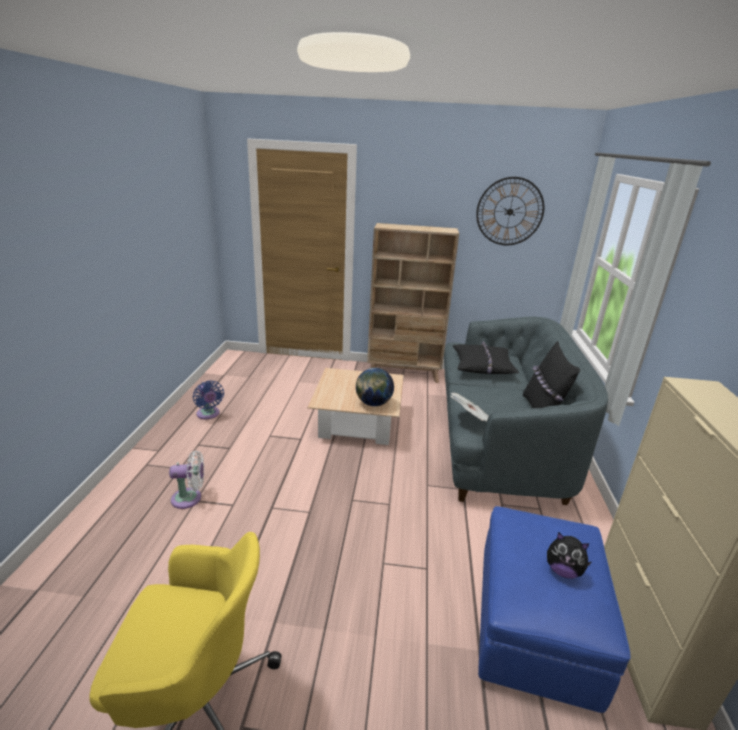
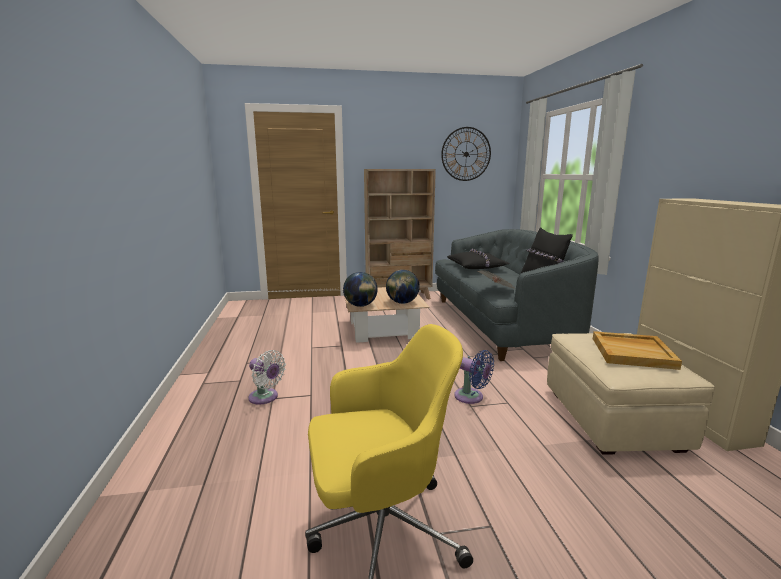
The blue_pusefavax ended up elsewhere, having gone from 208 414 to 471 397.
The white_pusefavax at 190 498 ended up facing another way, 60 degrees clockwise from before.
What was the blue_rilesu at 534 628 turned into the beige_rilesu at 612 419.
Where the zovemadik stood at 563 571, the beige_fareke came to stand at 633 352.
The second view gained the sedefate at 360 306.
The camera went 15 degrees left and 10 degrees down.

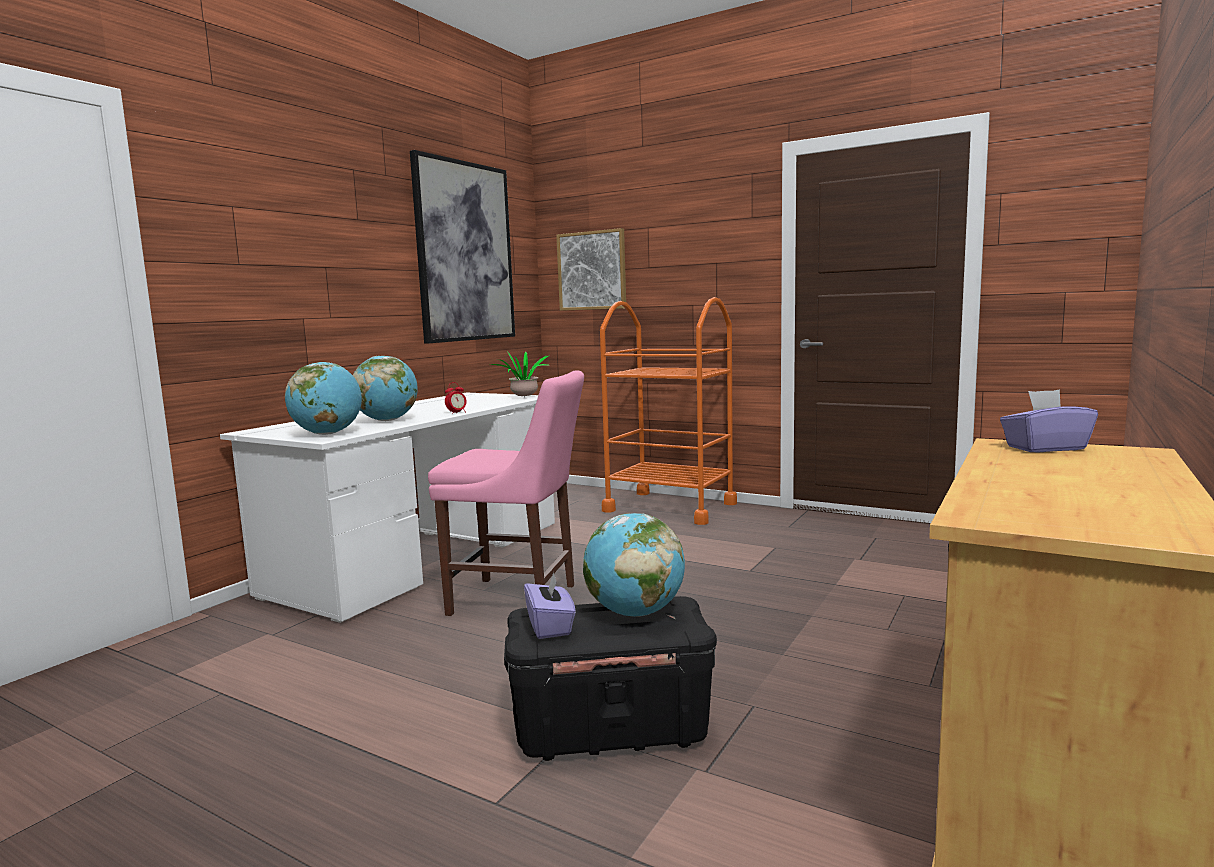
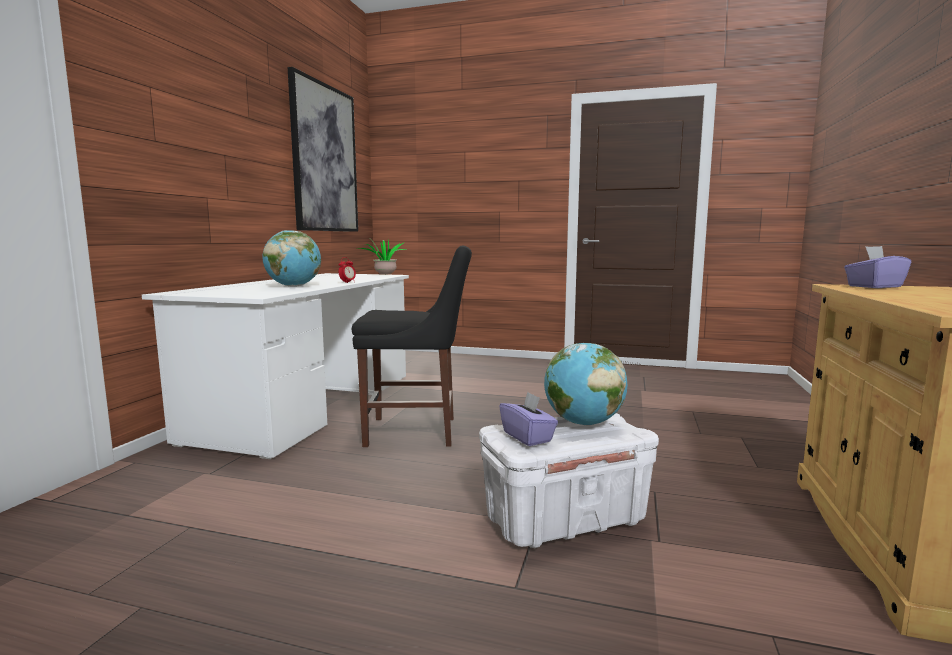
The second view lost the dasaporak at 592 270.
The second view lost the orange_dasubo at 670 507.
The second view lost the sedefate at 328 434.
What was the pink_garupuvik at 519 600 turned into the black_garupuvik at 417 432.
What was the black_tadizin at 610 730 turned into the white_tadizin at 564 520.
The camera went 15 degrees left and 0 degrees up.

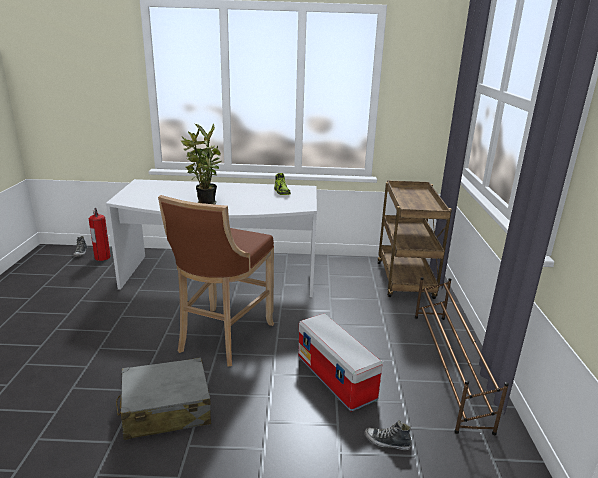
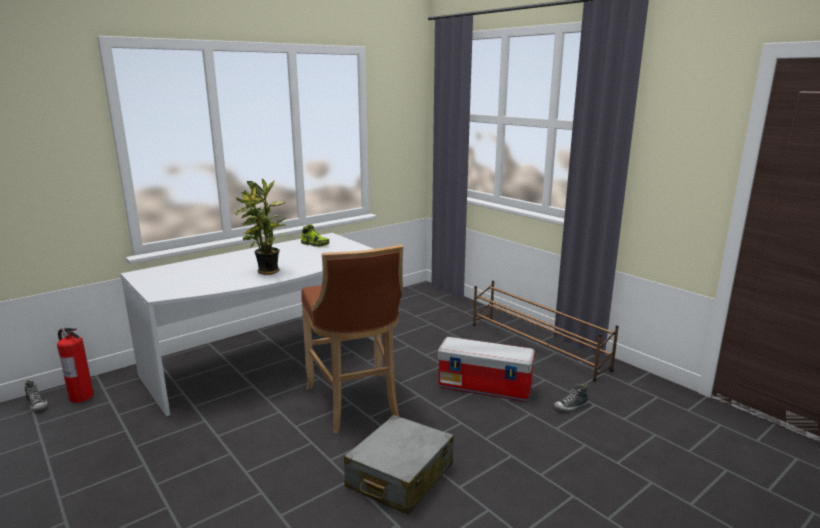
The second view lost the brown_dasubo at 406 281.
The camera went 40 degrees left and 5 degrees down.

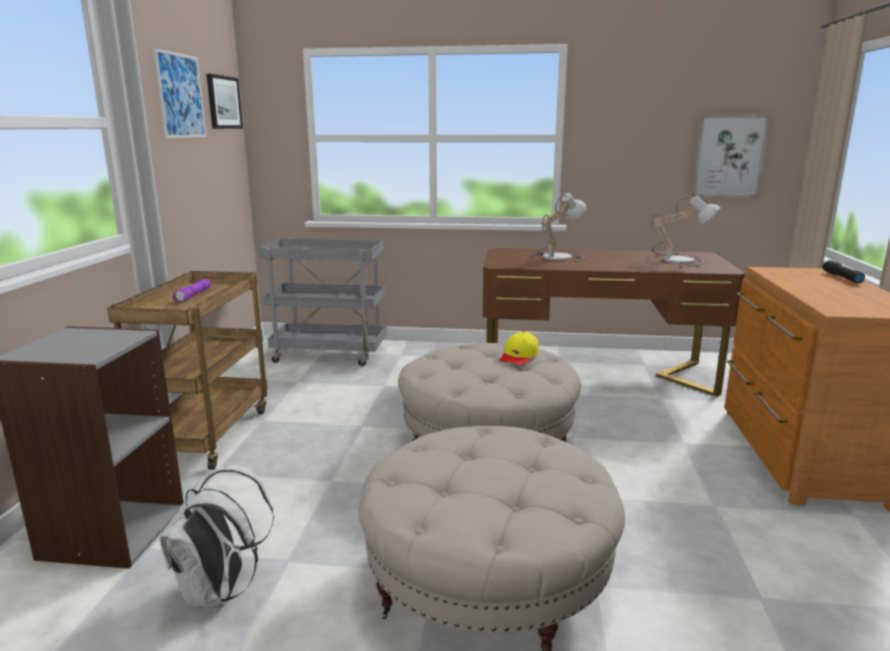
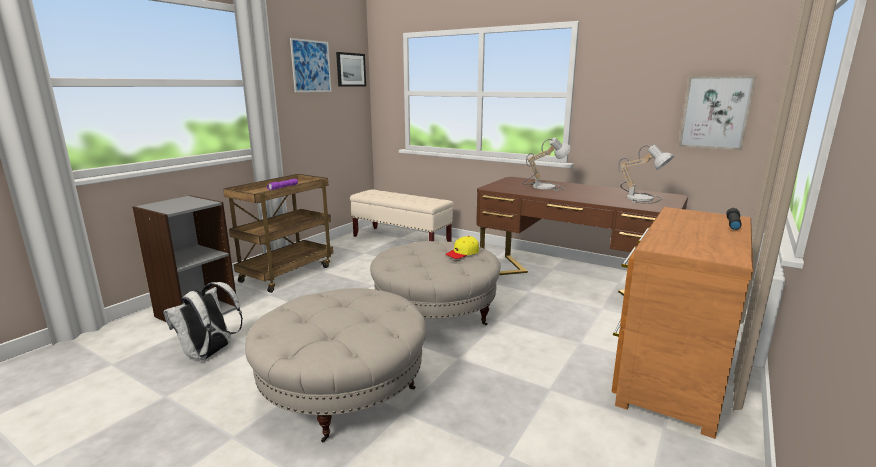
Where the grey_dasubo stood at 331 354, the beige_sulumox came to stand at 401 240.
The camera went 25 degrees right and 0 degrees up.

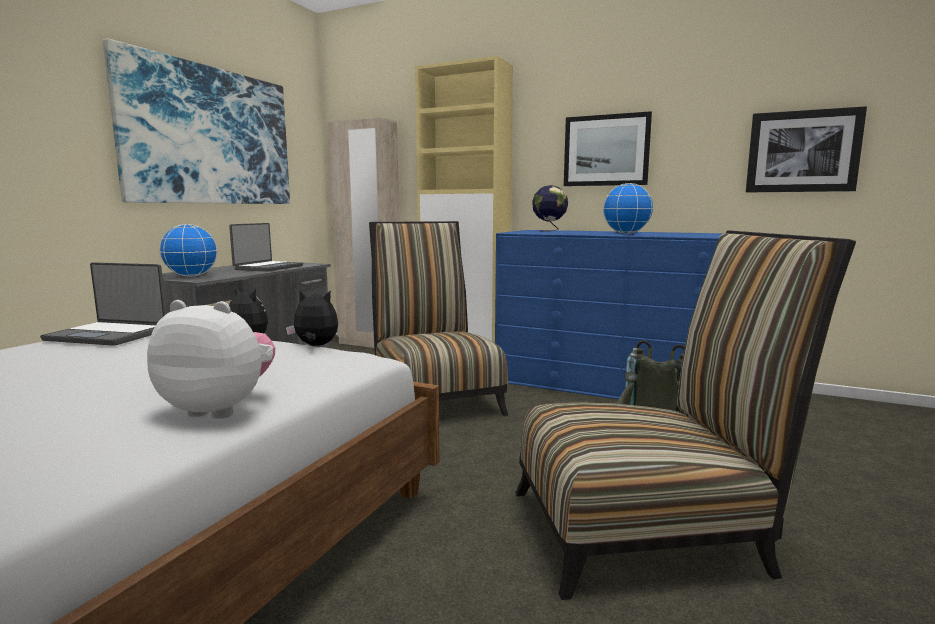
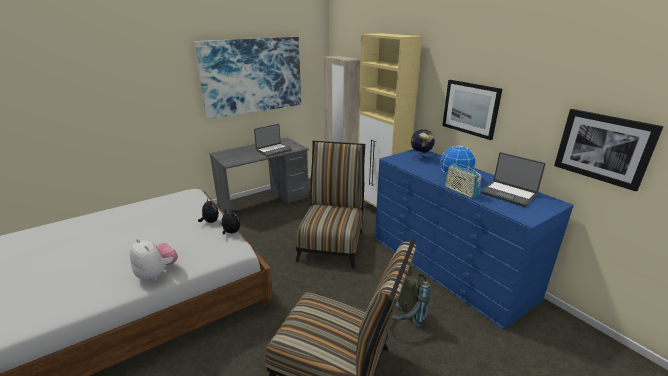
The second view lost the sedefate at 191 276.
The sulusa ended up elsewhere, having gone from 109 335 to 508 194.
The second view gained the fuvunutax at 460 191.
The camera went 30 degrees right and 15 degrees up.

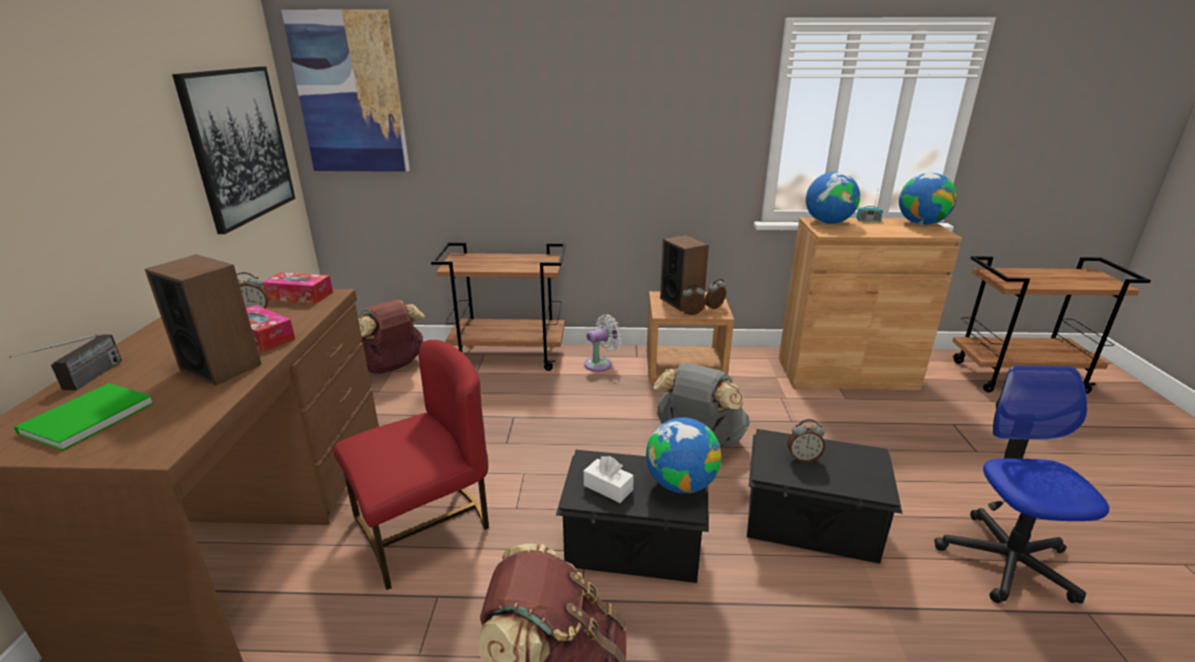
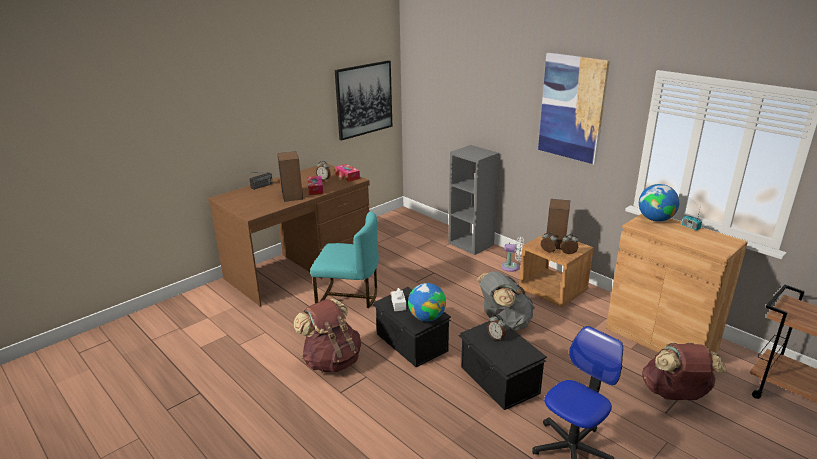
The dasaporak ended up elsewhere, having gone from 350 94 to 572 107.
The second view lost the sedefate at 921 223.
Where the brown_dasubo stood at 510 355, the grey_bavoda came to stand at 471 244.
The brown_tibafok ended up elsewhere, having gone from 390 368 to 675 395.
What was the red_garupuvik at 425 528 turned into the turquoise_garupuvik at 348 296.
The second view lost the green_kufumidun at 83 419.
The camera went 45 degrees right and 0 degrees up.

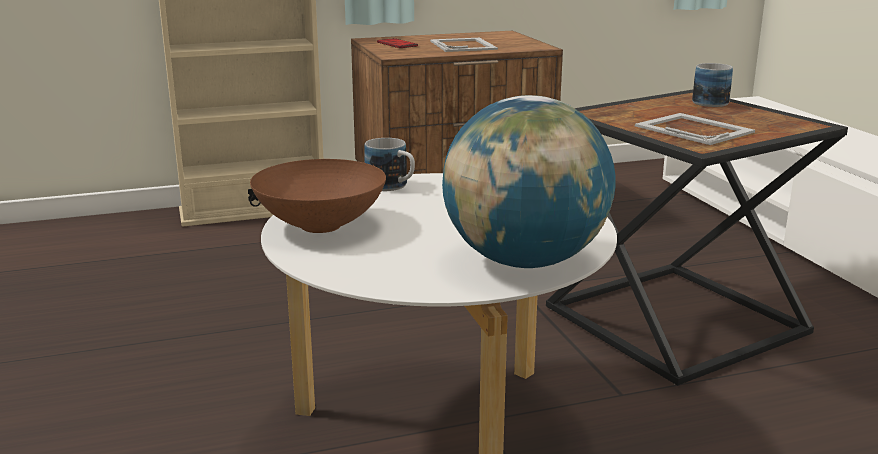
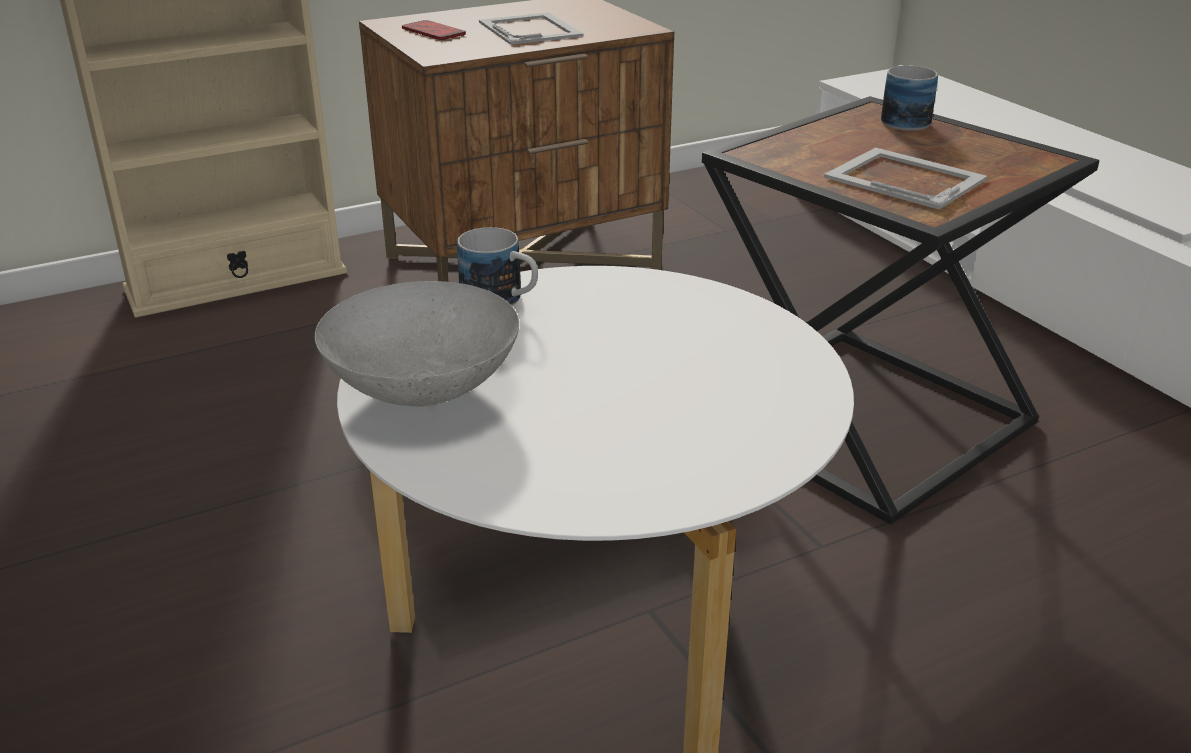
The second view lost the sedefate at 525 261.
What was the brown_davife at 318 226 turned into the grey_davife at 420 391.
The camera went 10 degrees left and 10 degrees up.

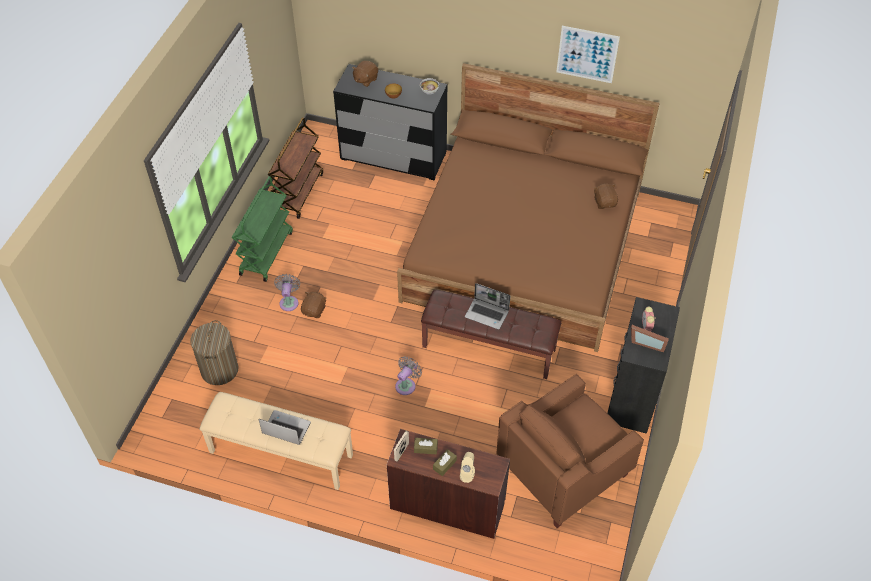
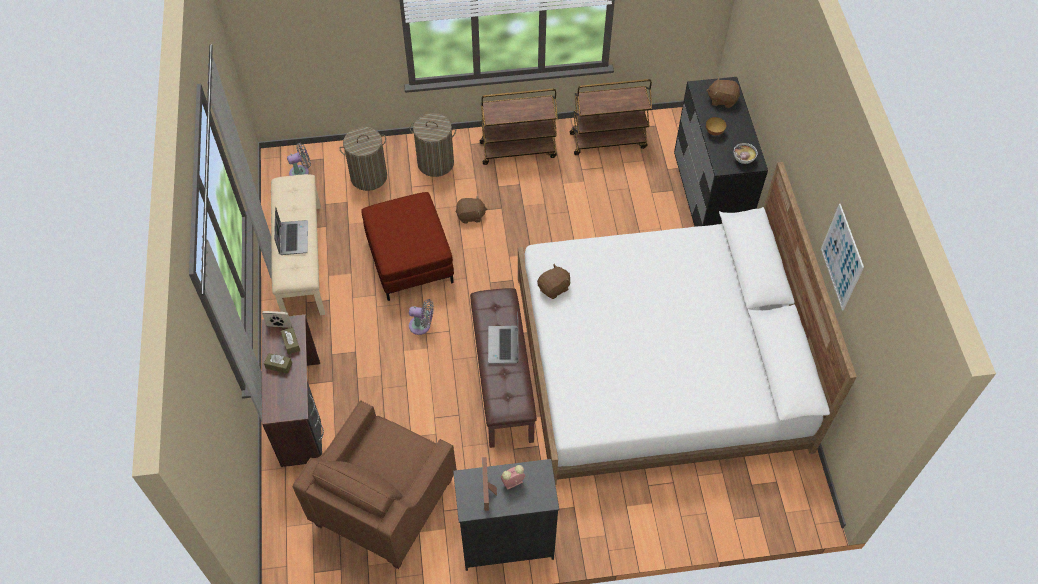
What was the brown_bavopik at 524 245 turned into the white_bavopik at 660 362.
What was the green_dasubo at 266 252 turned into the brown_dasubo at 518 149.
The brown_zovemadik ended up elsewhere, having gone from 605 202 to 554 288.
The grey_pusefavax ended up elsewhere, having gone from 289 301 to 301 172.
The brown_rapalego at 563 470 ended up facing another way, 90 degrees counterclockwise from before.
The second view lost the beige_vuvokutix at 467 472.
The second view gained the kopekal at 435 163.
The second view gained the red_rilesu at 409 259.
The camera went 65 degrees right and 5 degrees up.

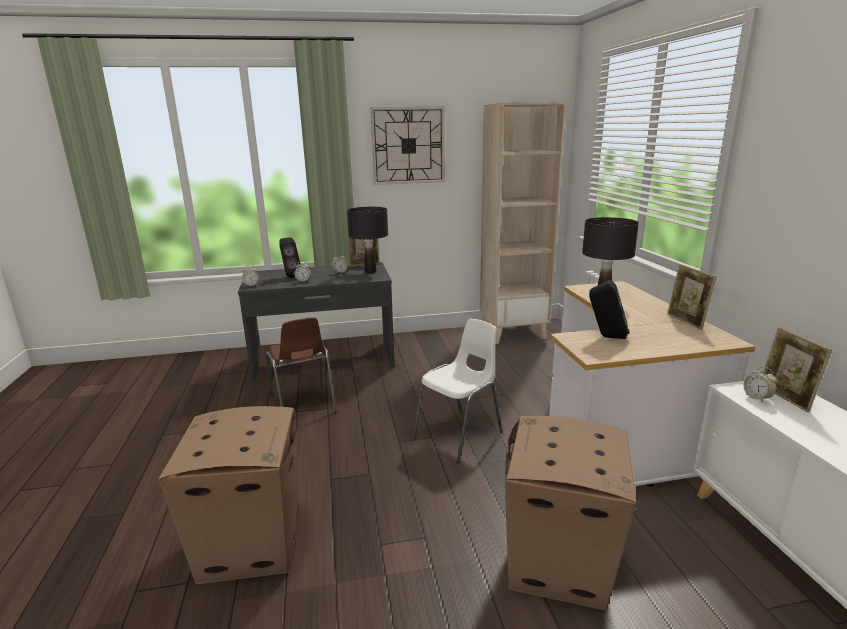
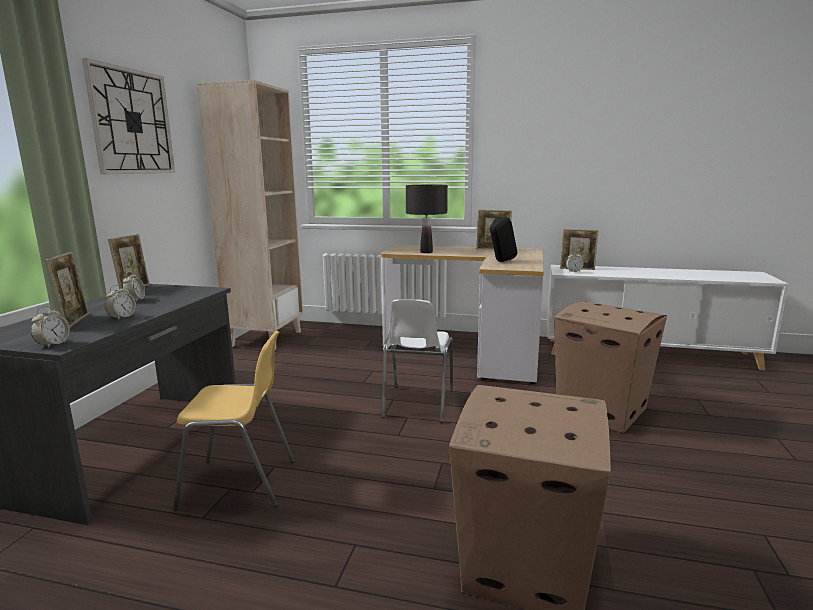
The second view lost the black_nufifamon at 370 271.
Where the black_vuvokutix stood at 290 276, the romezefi came to stand at 75 321.
What was the brown_garupuvik at 303 404 turned into the yellow_garupuvik at 240 483.
The white_garupuvik at 459 435 ended up facing another way, 150 degrees counterclockwise from before.
The camera went 65 degrees left and 5 degrees down.

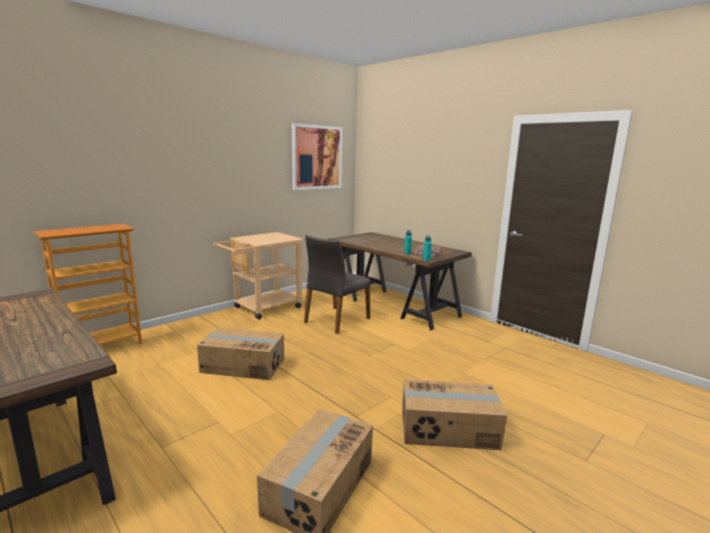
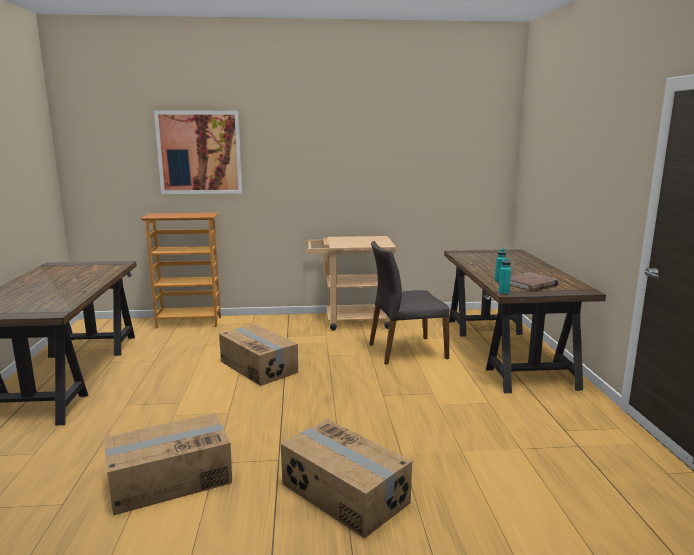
The dasaporak ended up elsewhere, having gone from 317 157 to 199 152.
The camera went 40 degrees right and 0 degrees up.

